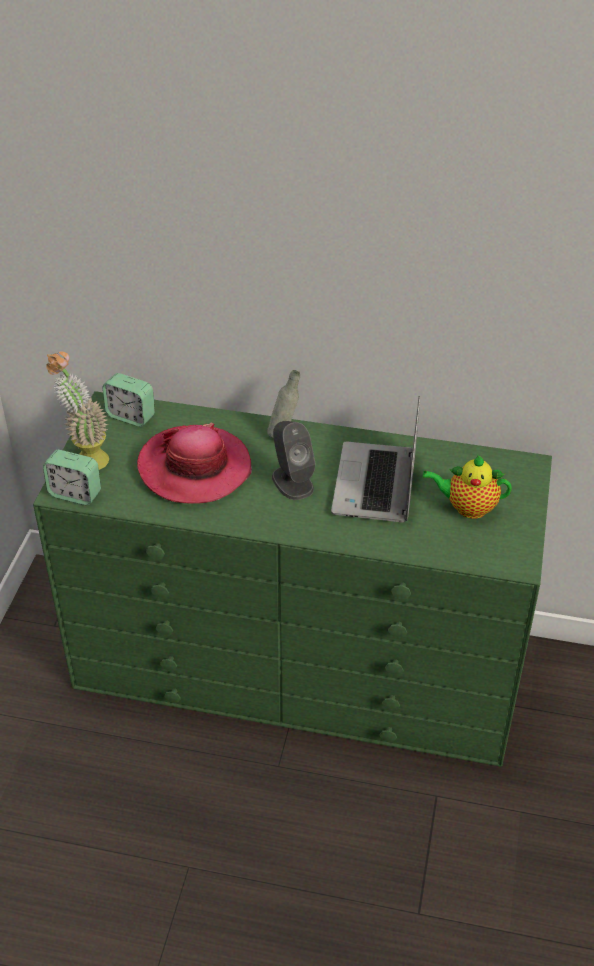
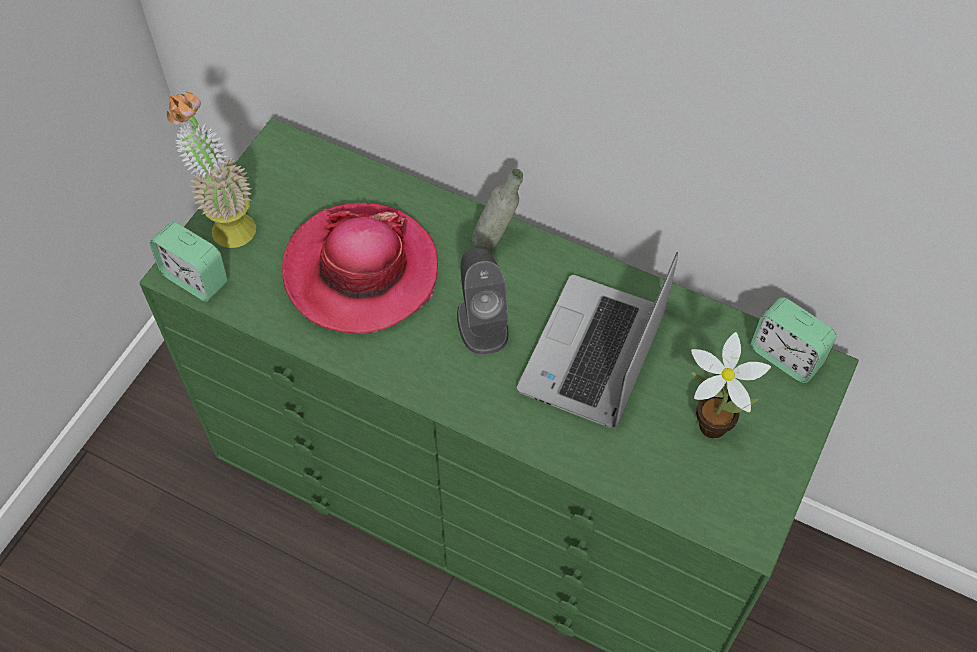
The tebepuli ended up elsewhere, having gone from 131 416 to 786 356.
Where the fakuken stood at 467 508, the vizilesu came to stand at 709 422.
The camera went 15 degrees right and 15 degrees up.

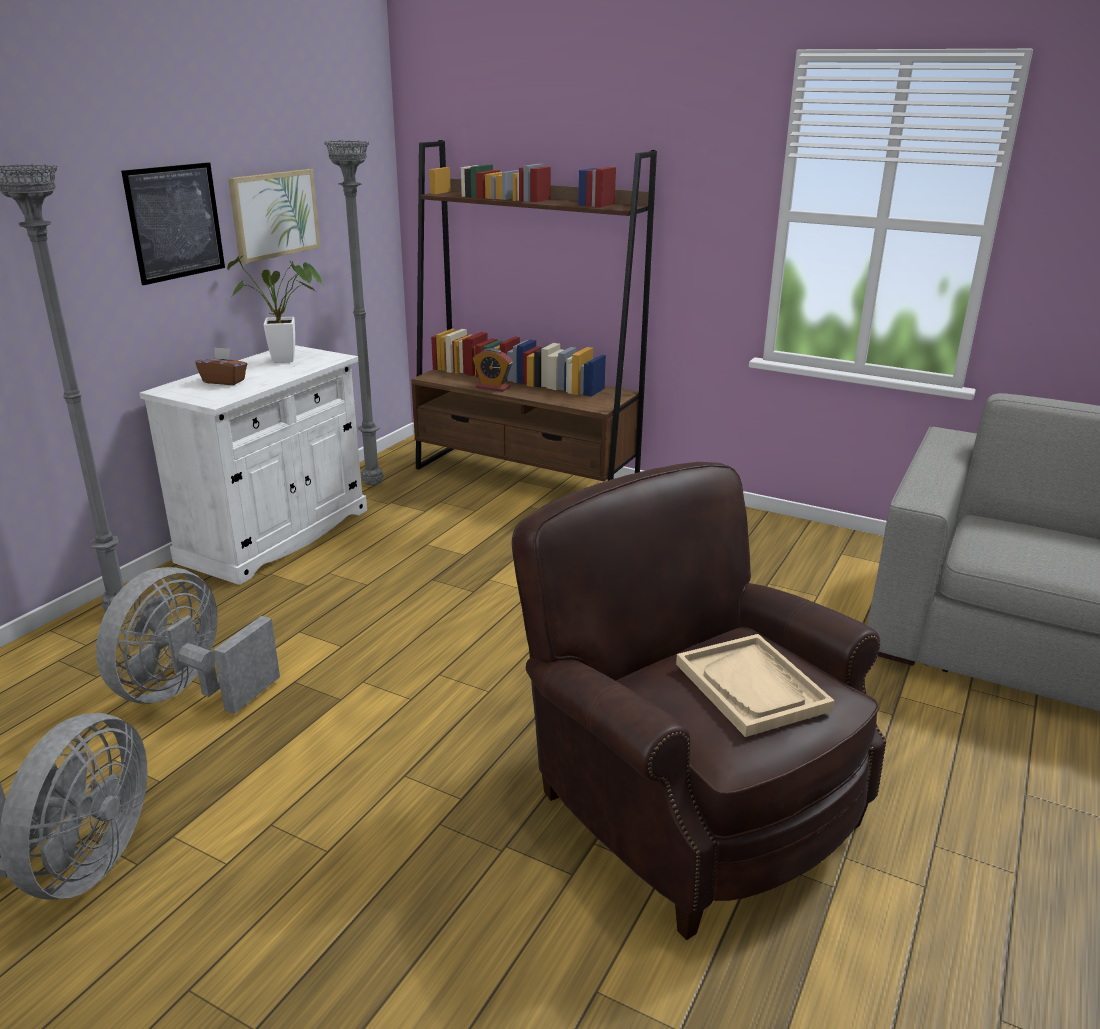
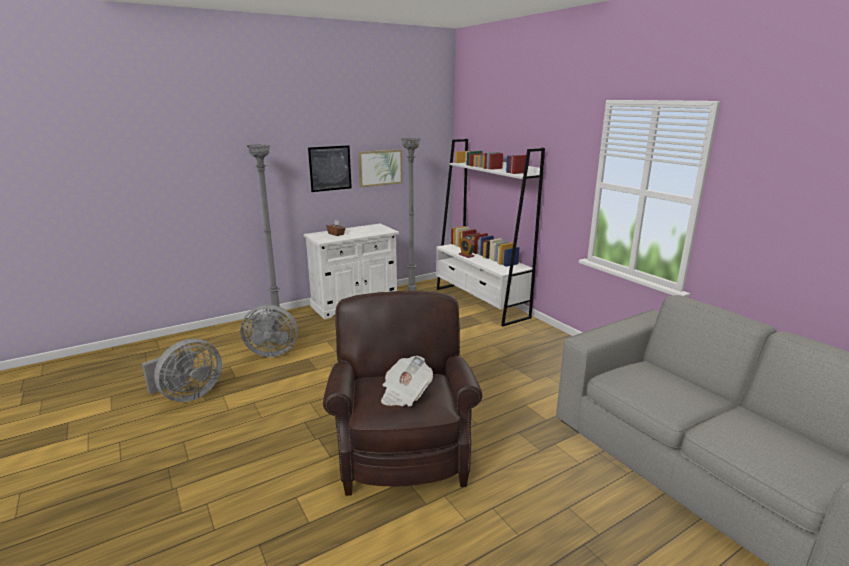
What was the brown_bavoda at 525 478 turned into the white_bavoda at 480 303.
The second view lost the vizilesu at 290 360.
The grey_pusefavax at 189 693 ended up facing another way, 150 degrees counterclockwise from before.
Where the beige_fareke stood at 752 687, the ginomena came to stand at 405 394.
The camera went 30 degrees right and 5 degrees down.

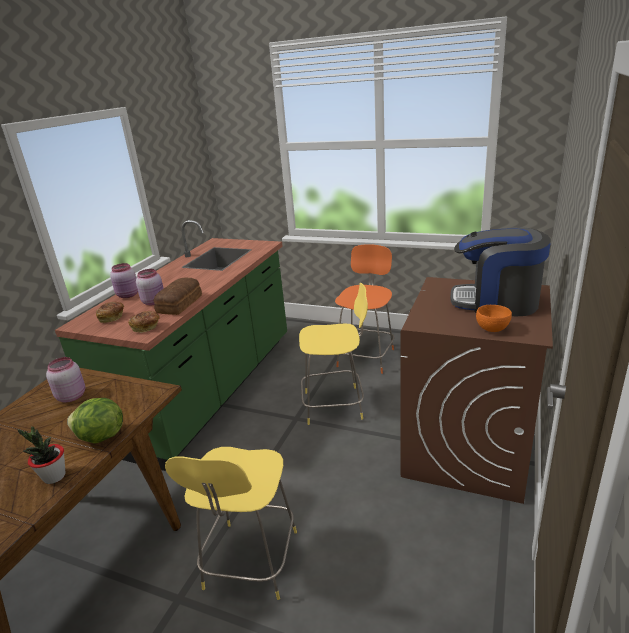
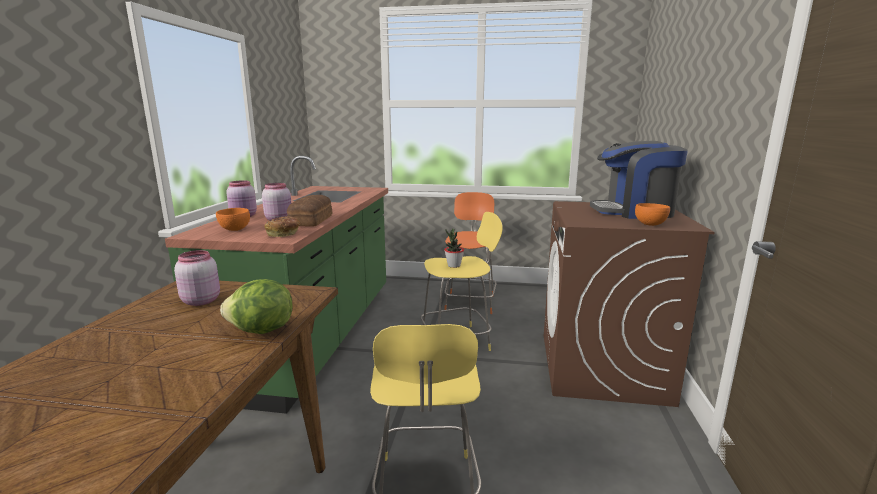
Where the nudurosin stood at 112 318, the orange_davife came to stand at 235 229.
The vizilesu ended up elsewhere, having gone from 54 476 to 454 265.
The camera went 15 degrees left and 10 degrees down.

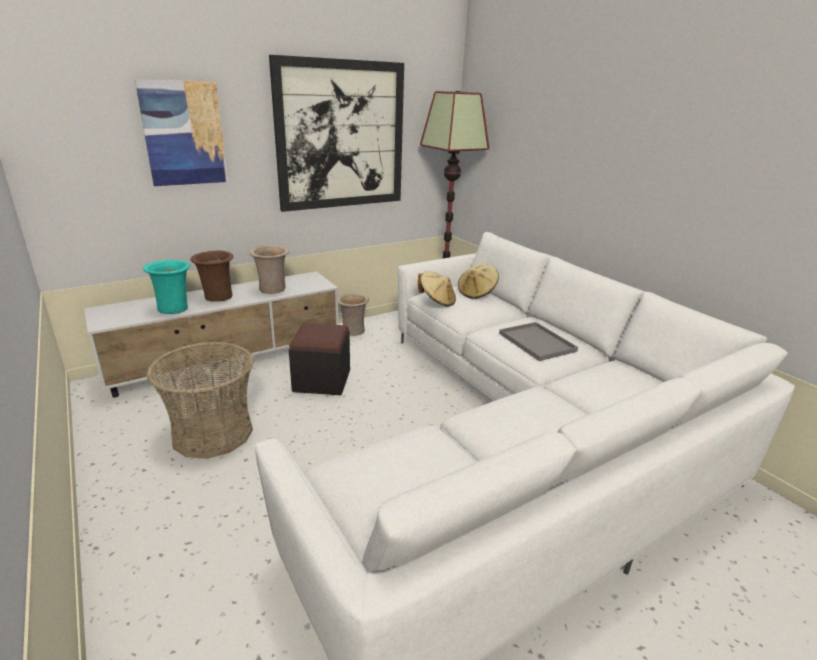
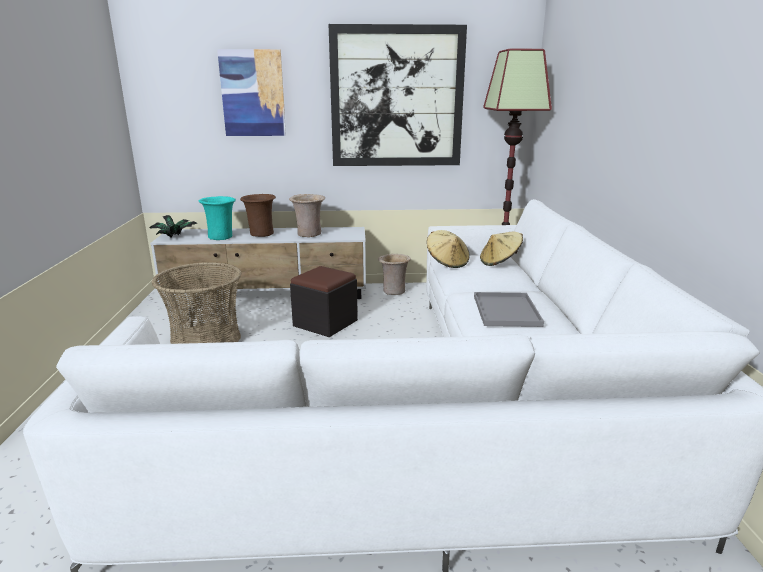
The second view gained the vizilesu at 175 237.
The camera went 30 degrees right and 5 degrees down.

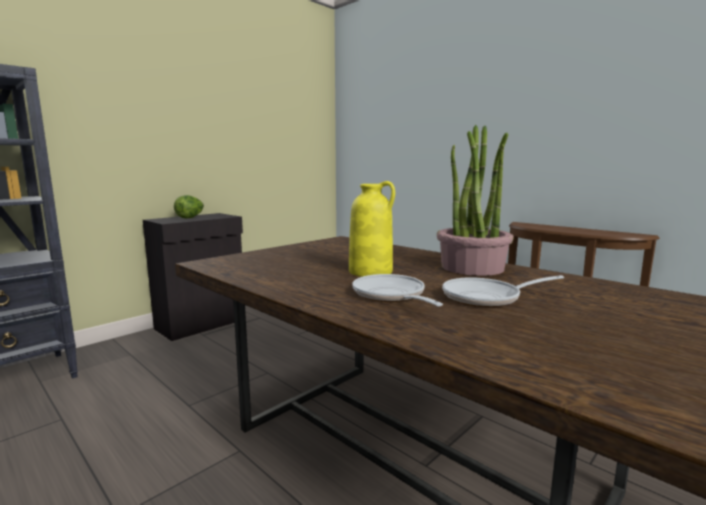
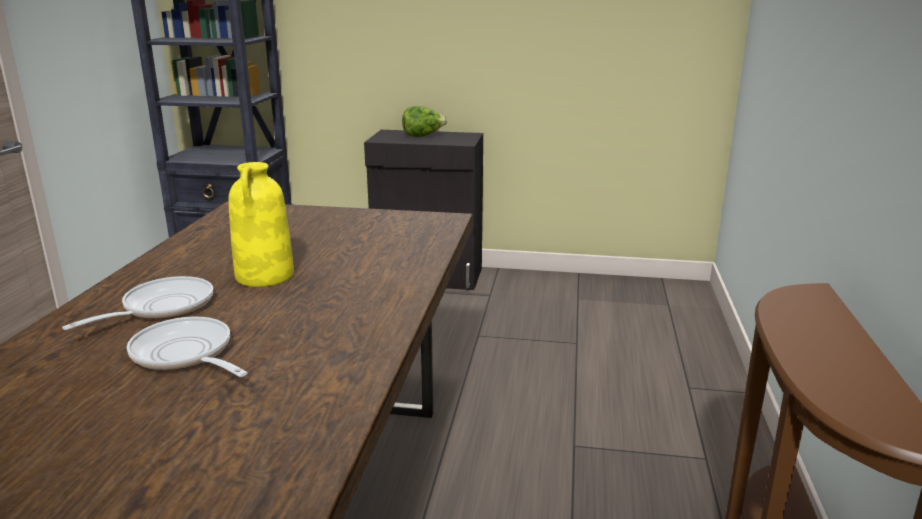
The second view lost the vizilesu at 472 268.
The camera went 55 degrees right and 10 degrees up.

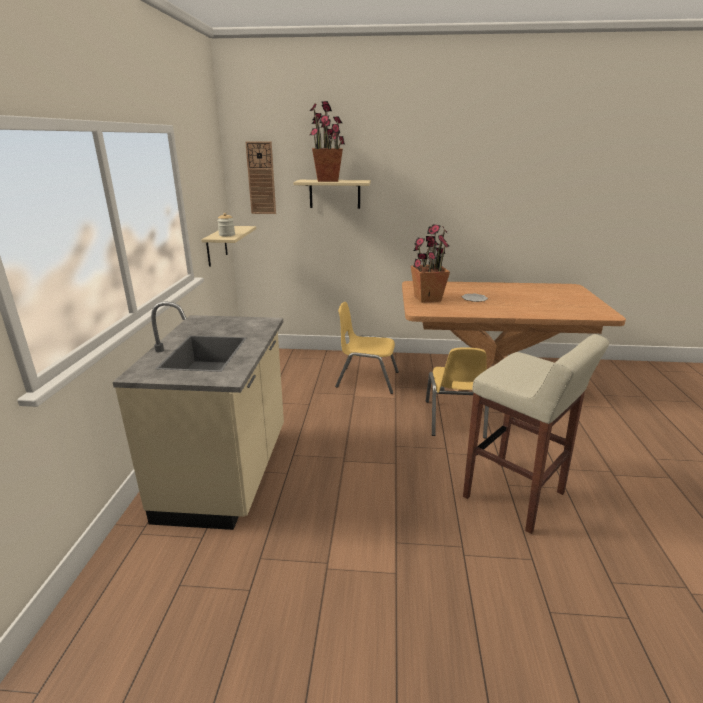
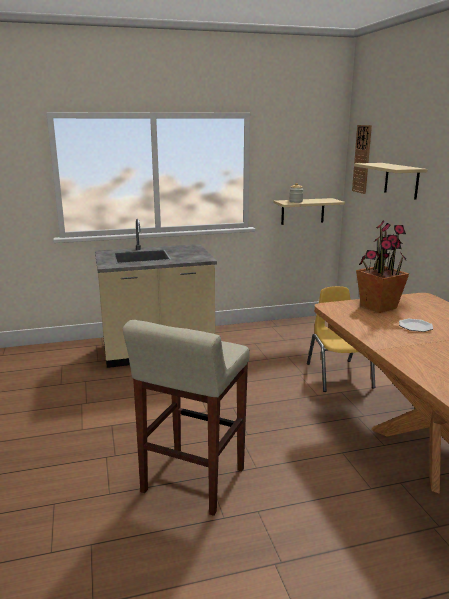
The second view lost the vizilesu at 327 180.
The second view lost the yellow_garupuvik at 454 419.
The camera went 70 degrees right and 5 degrees down.

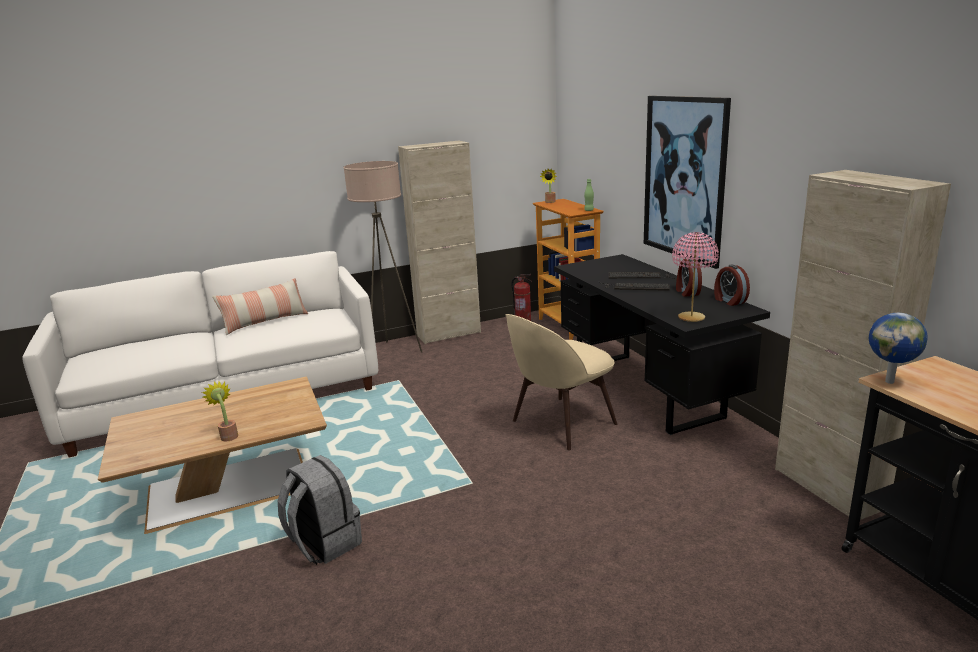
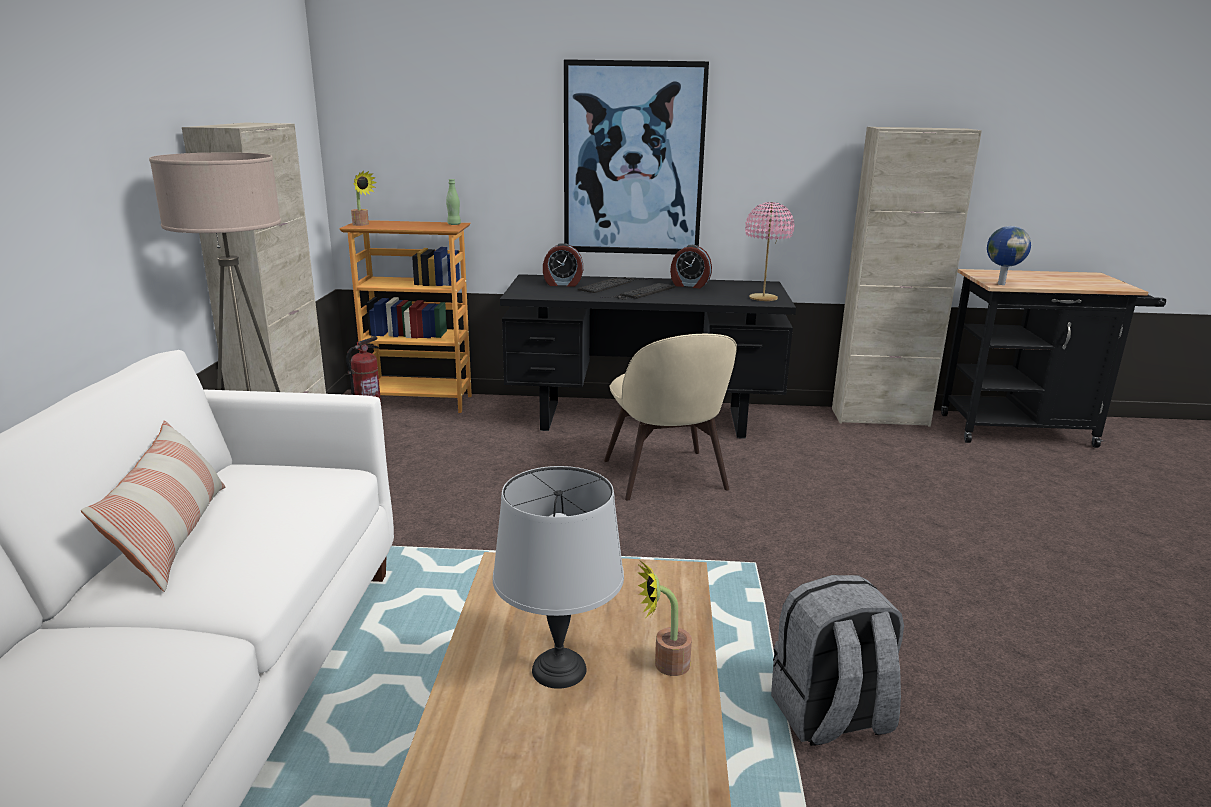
The tebepuli ended up elsewhere, having gone from 729 301 to 563 284.
The second view gained the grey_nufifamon at 560 670.
The camera went 65 degrees left and 0 degrees up.

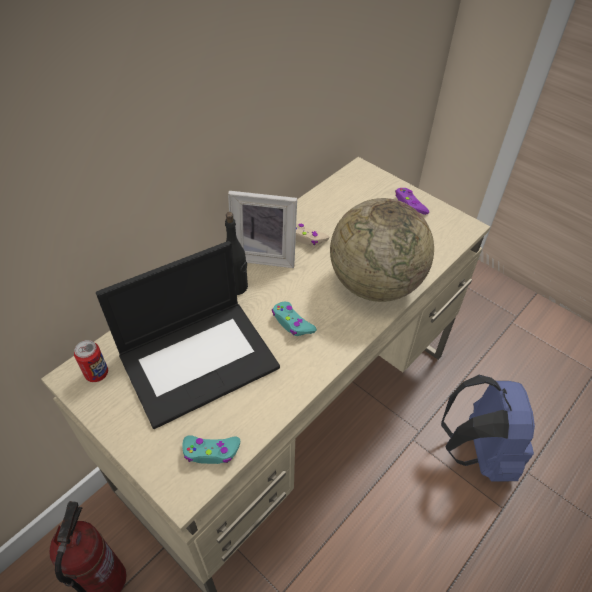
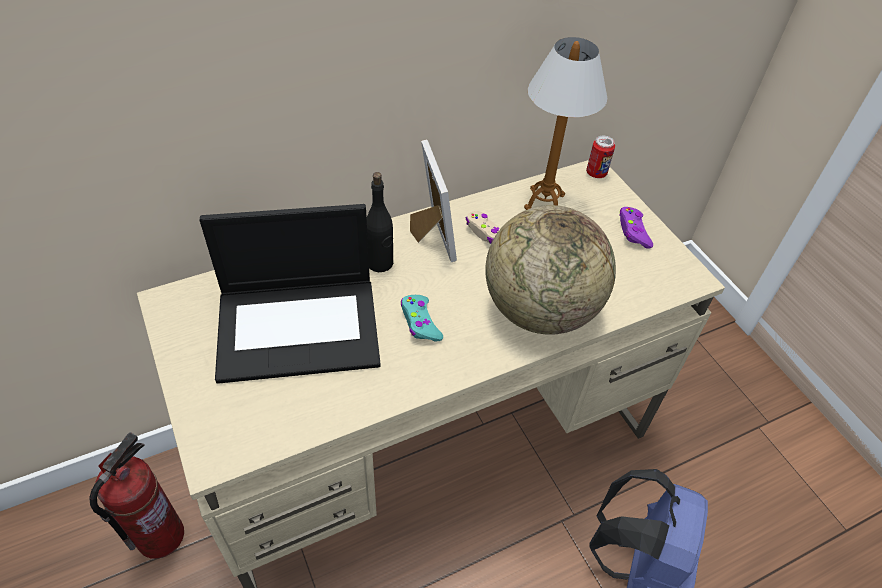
The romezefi at 265 255 ended up facing another way, 135 degrees counterclockwise from before.
The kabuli ended up elsewhere, having gone from 97 373 to 596 173.
The second view lost the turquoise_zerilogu at 211 452.
The second view gained the nufifamon at 544 202.
The camera went 20 degrees right and 0 degrees up.

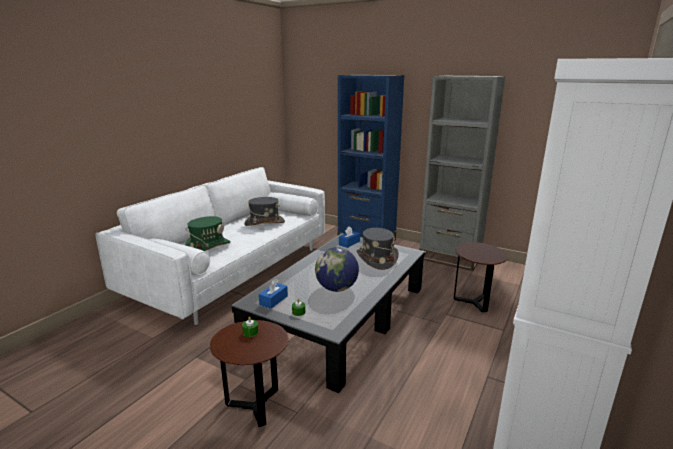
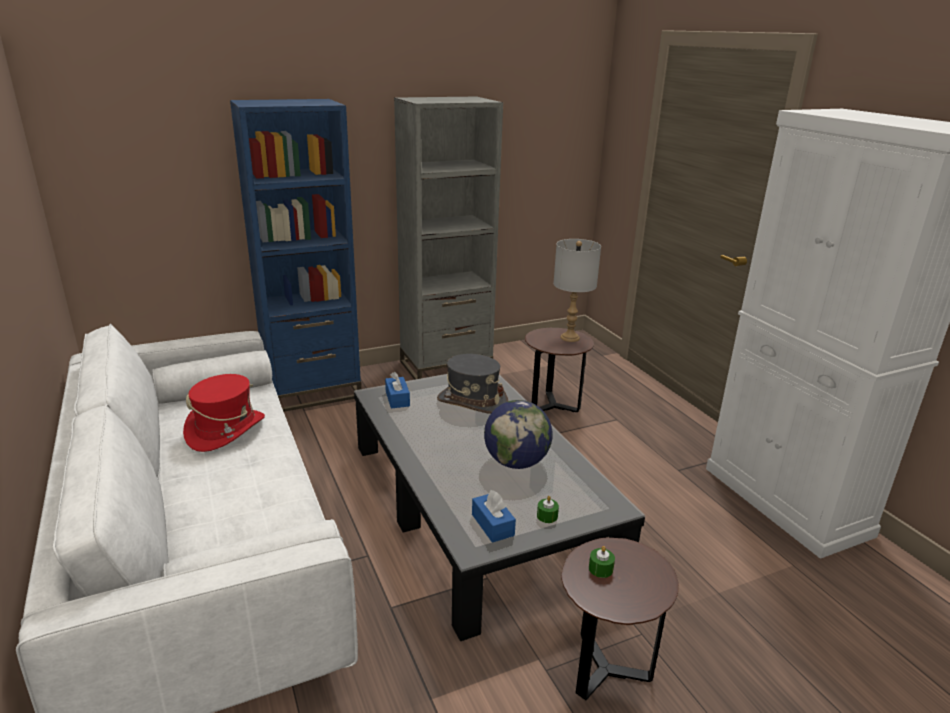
What was the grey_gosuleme at 264 223 turned into the red_gosuleme at 226 430.
The second view lost the green_gosuleme at 207 246.
The second view gained the grey_nufifamon at 570 338.
The camera went 55 degrees left and 5 degrees up.

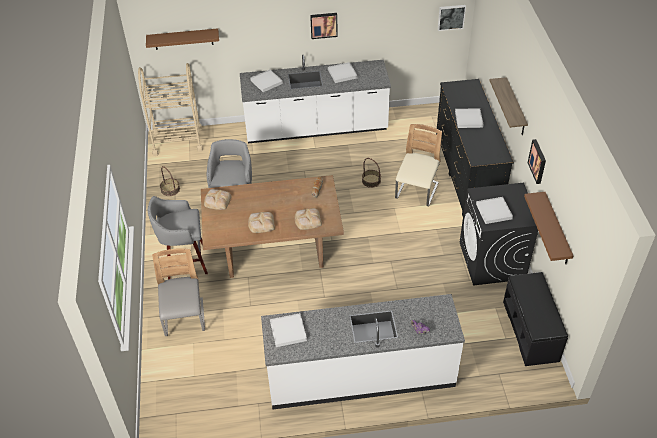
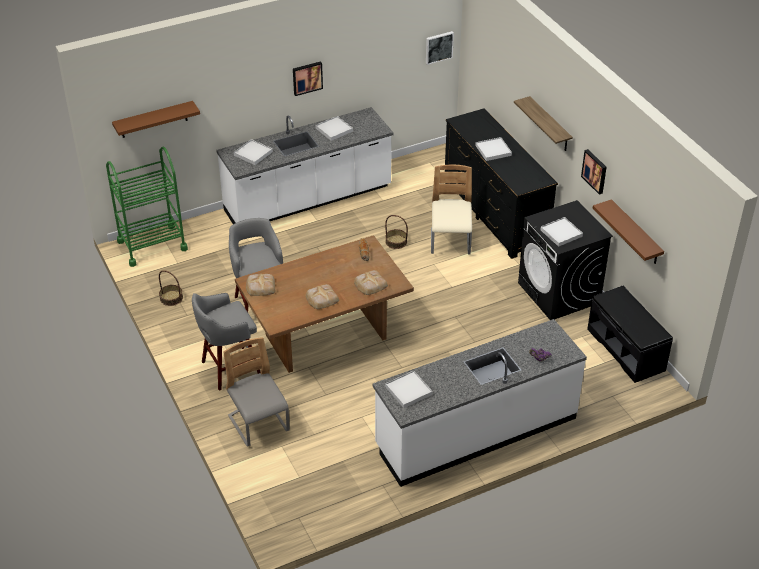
What was the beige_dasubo at 177 141 turned into the green_dasubo at 152 245.
The camera went 20 degrees left and 5 degrees down.

